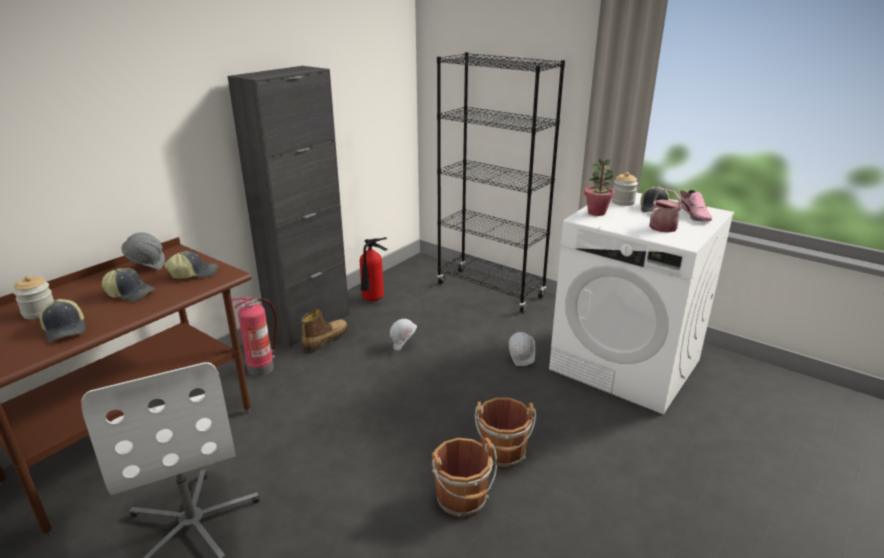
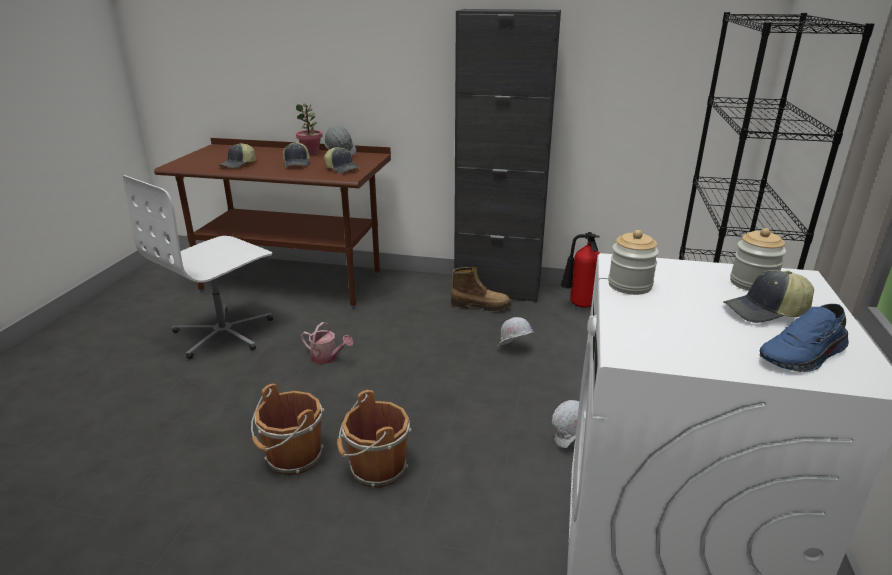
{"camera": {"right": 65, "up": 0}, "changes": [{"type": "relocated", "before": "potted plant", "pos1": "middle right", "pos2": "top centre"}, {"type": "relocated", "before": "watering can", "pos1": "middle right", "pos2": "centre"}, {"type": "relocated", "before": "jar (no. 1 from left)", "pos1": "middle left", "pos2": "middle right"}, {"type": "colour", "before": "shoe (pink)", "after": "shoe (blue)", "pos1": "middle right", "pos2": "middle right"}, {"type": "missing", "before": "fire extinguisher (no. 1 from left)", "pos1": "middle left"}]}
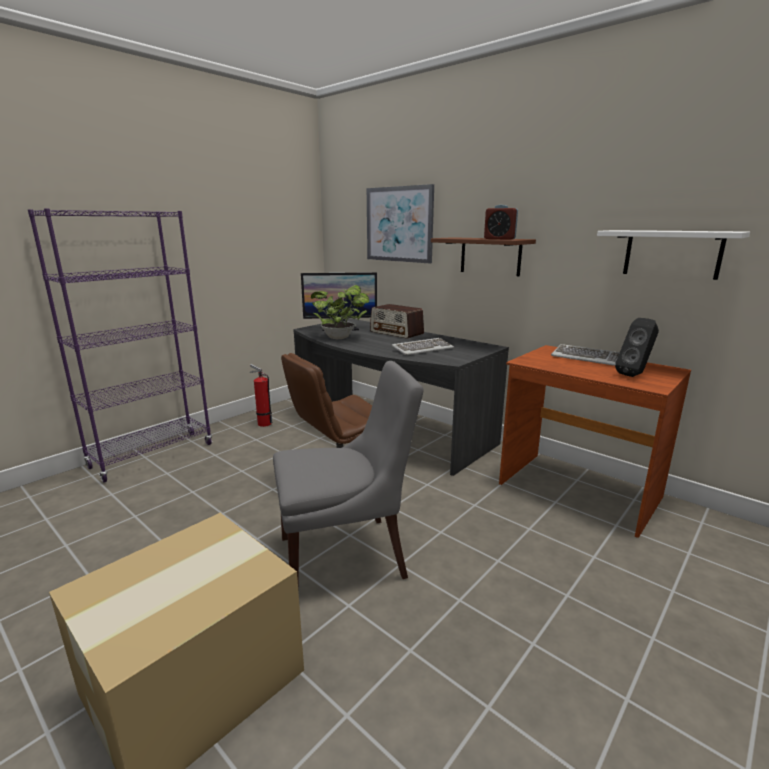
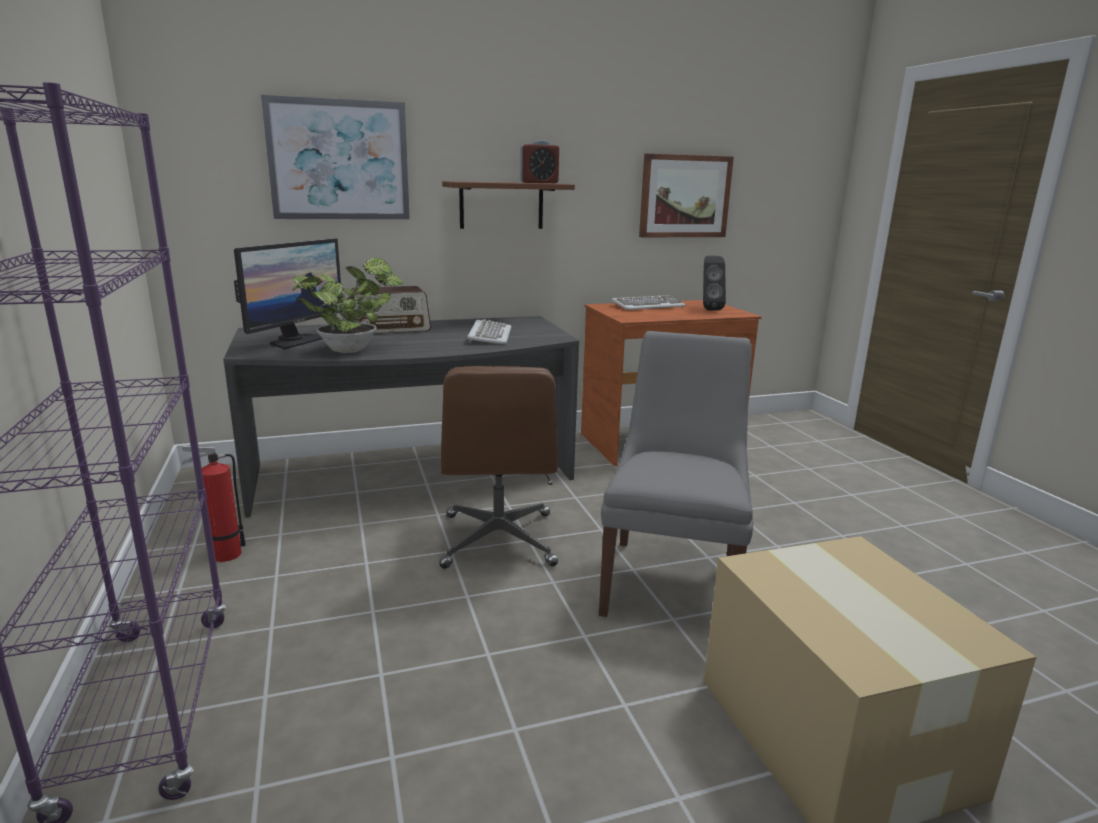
{"camera": {"right": -60, "up": 0}, "changes": [{"type": "exchanged", "before": "shelf (white)", "after": "picture (no. 2 from left)", "pos1": "top right", "pos2": "top centre"}]}
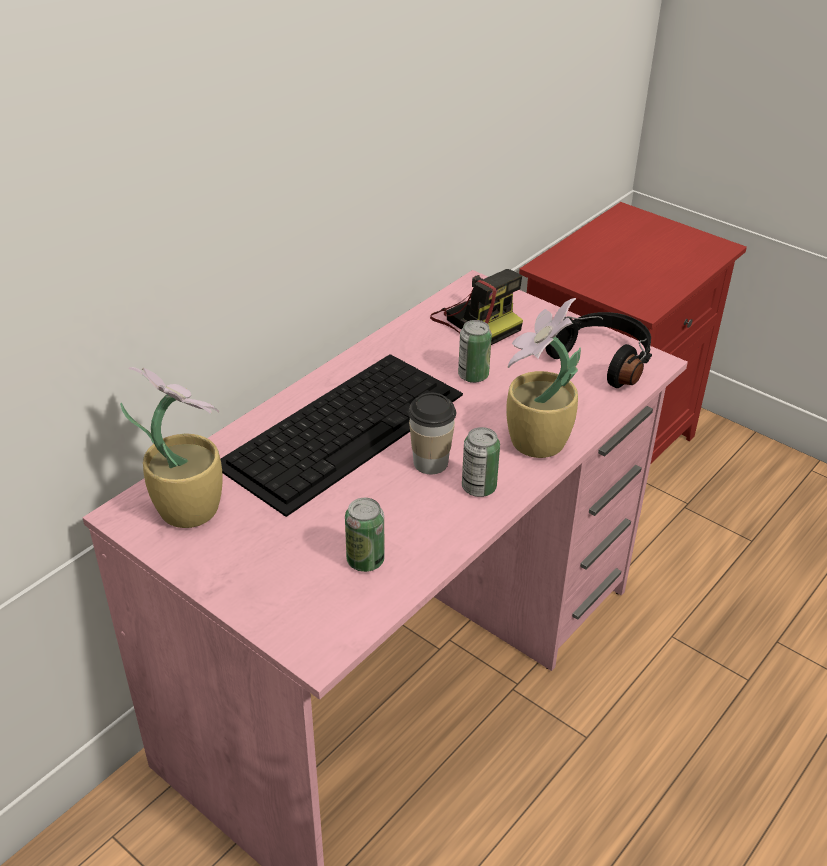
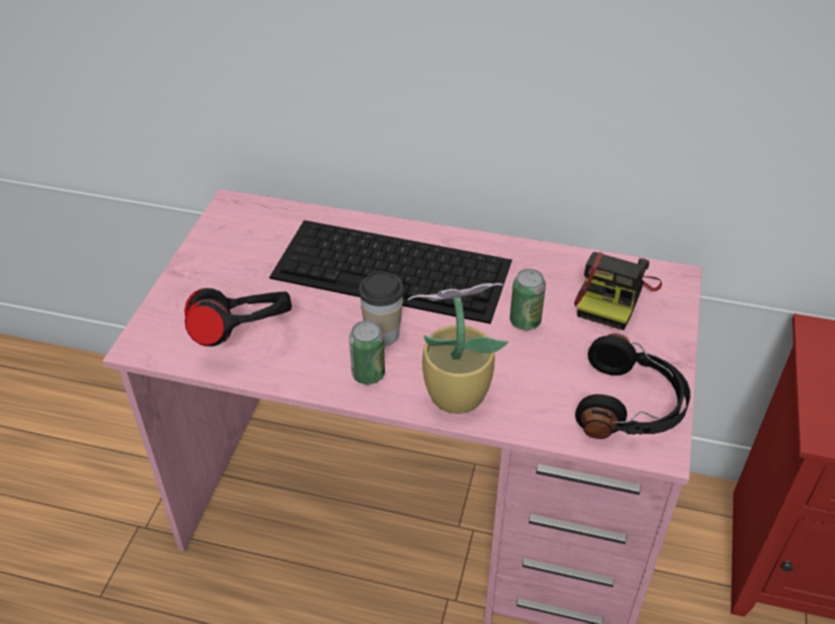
{"camera": {"right": 65, "up": 5}, "changes": [{"type": "exchanged", "before": "can (no. 1 from left)", "after": "headphones (black) (no. 1 from left)", "pos1": "centre", "pos2": "middle left"}, {"type": "missing", "before": "potted plant (no. 1 from left)", "pos1": "middle left"}]}
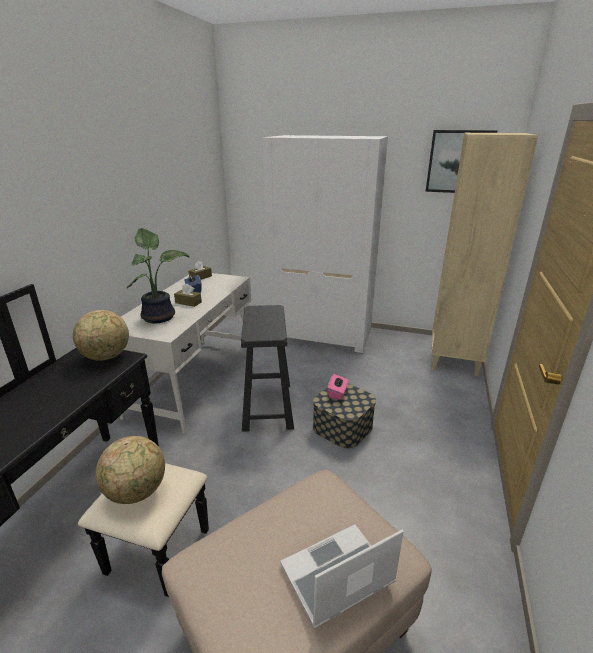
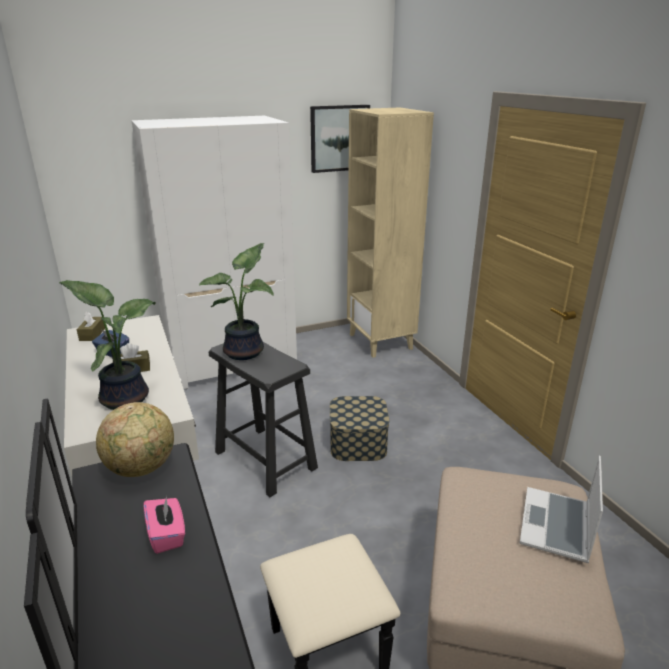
{"camera": {"right": -40, "up": 0}, "changes": [{"type": "relocated", "before": "tissue box (pink)", "pos1": "centre", "pos2": "bottom left"}, {"type": "appeared", "after": "potted plant (no. 2 from left)", "pos2": "centre"}, {"type": "missing", "before": "globe (no. 2 from left)", "pos1": "bottom left"}]}
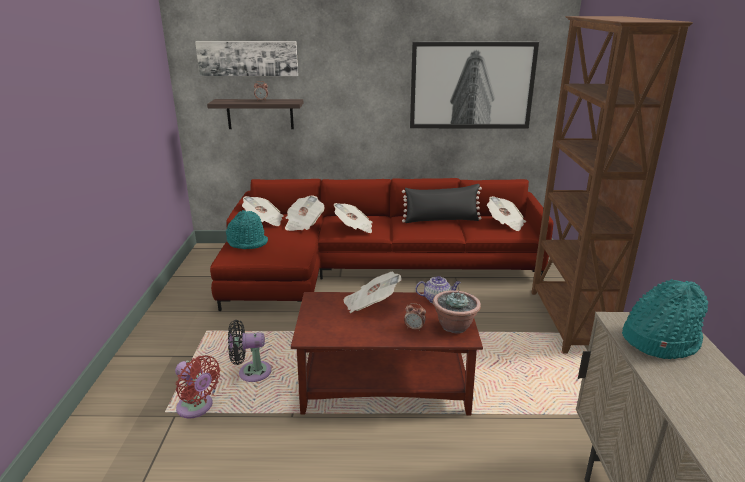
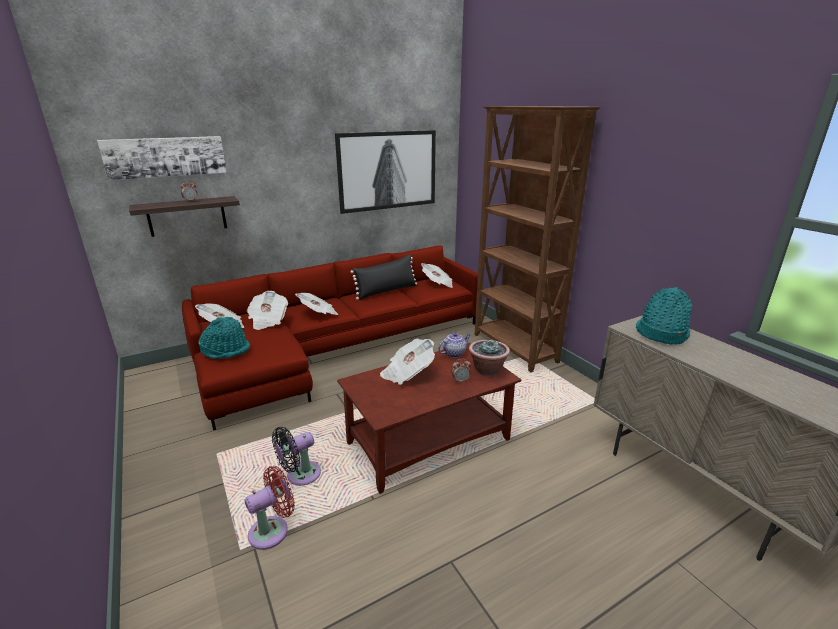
{"camera": {"right": -30, "up": 0}, "changes": [{"type": "spun", "before": "fan (red)", "pos1": "bottom left", "pos2": "bottom left", "turn": -45}]}
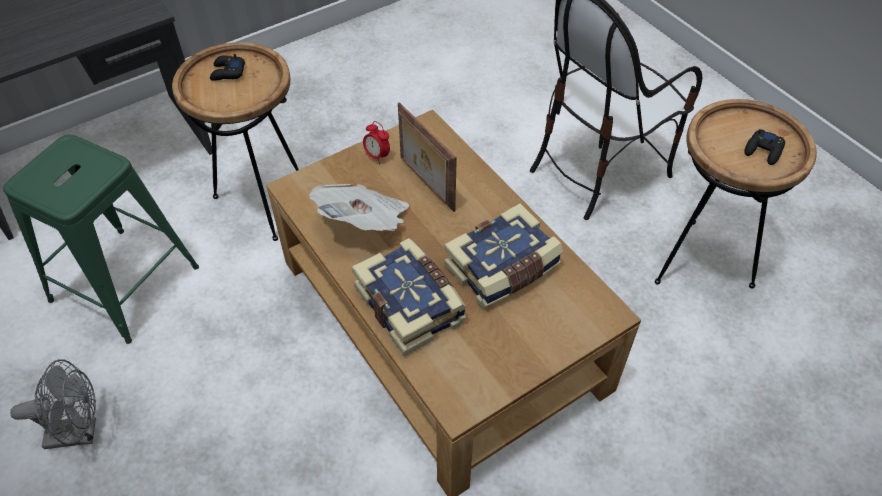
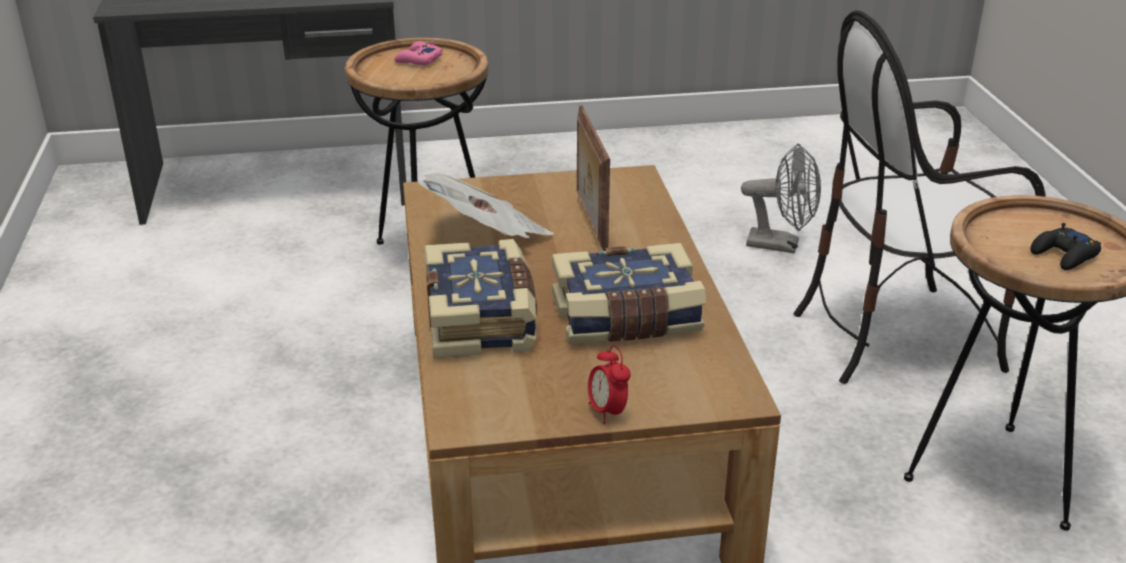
{"camera": {"right": 25, "up": -20}, "changes": [{"type": "colour", "before": "game controller (black) (no. 1 from left)", "after": "game controller (pink)", "pos1": "top left", "pos2": "top centre"}, {"type": "relocated", "before": "alarm clock", "pos1": "top centre", "pos2": "bottom centre"}, {"type": "relocated", "before": "fan (grey)", "pos1": "bottom left", "pos2": "middle right"}, {"type": "missing", "before": "stool (green)", "pos1": "middle left"}]}
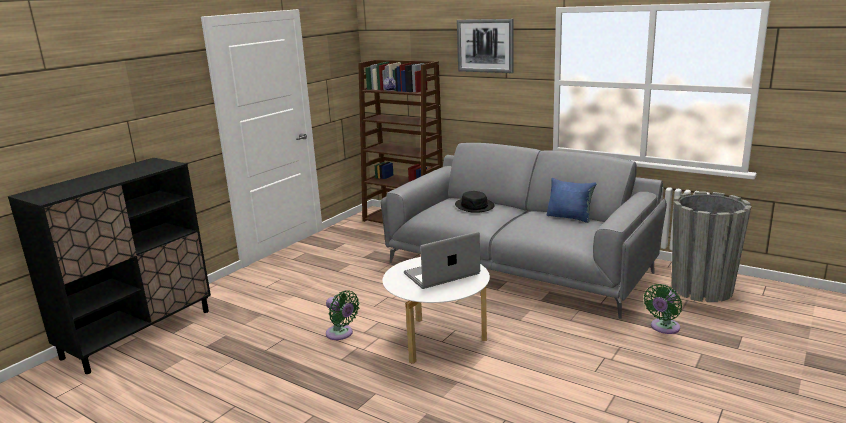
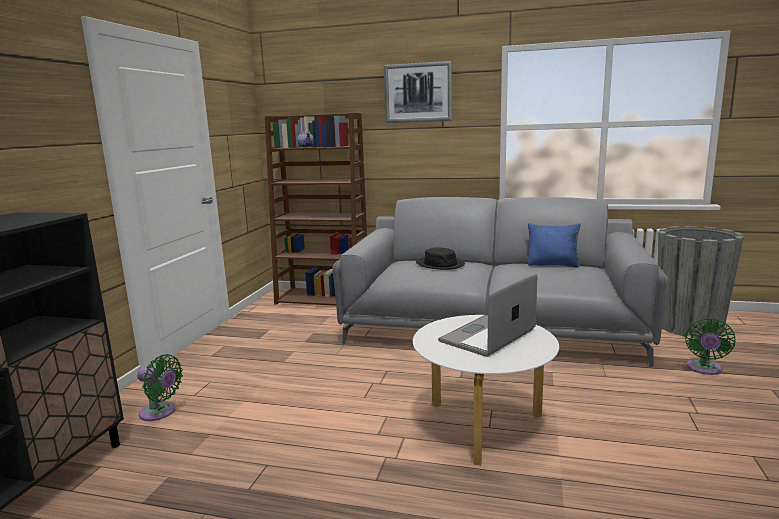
{"camera": {"right": -20, "up": -5}, "changes": [{"type": "relocated", "before": "fan (green) (no. 1 from left)", "pos1": "bottom centre", "pos2": "bottom left"}]}
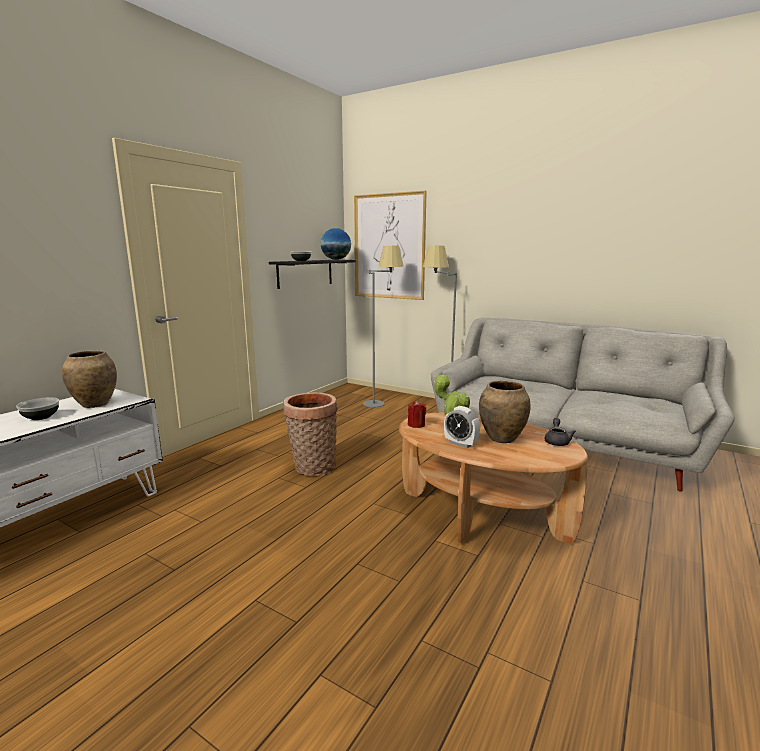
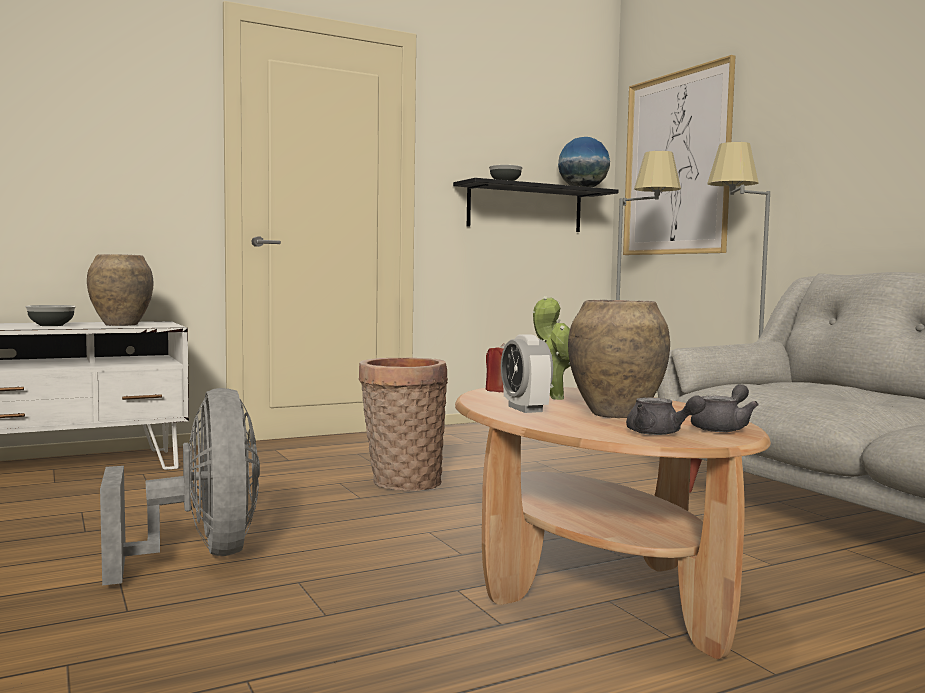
{"camera": {"right": 30, "up": -10}, "changes": [{"type": "appeared", "after": "fan (grey)", "pos2": "bottom left"}, {"type": "appeared", "after": "teapot (grey) (no. 1 from left)", "pos2": "middle right"}]}
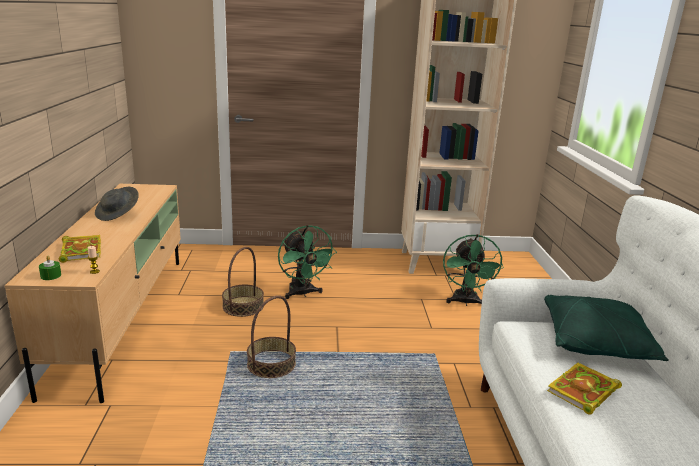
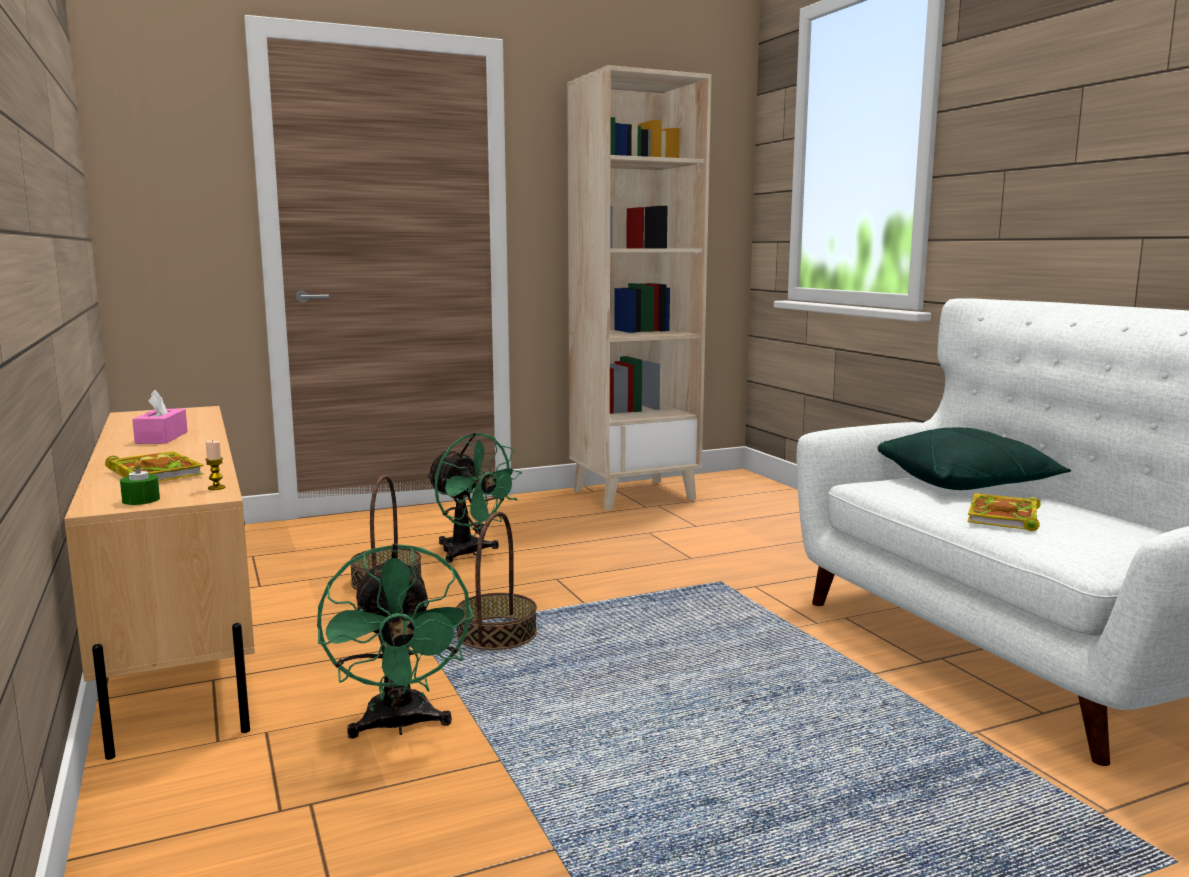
{"camera": {"right": -20, "up": -10}, "changes": [{"type": "exchanged", "before": "hat (grey)", "after": "tissue box (pink)", "pos1": "middle left", "pos2": "middle left"}, {"type": "relocated", "before": "fan (green) (no. 2 from left in the first image)", "after": "fan (green) (no. 1 from left)", "pos1": "middle right", "pos2": "bottom left"}]}
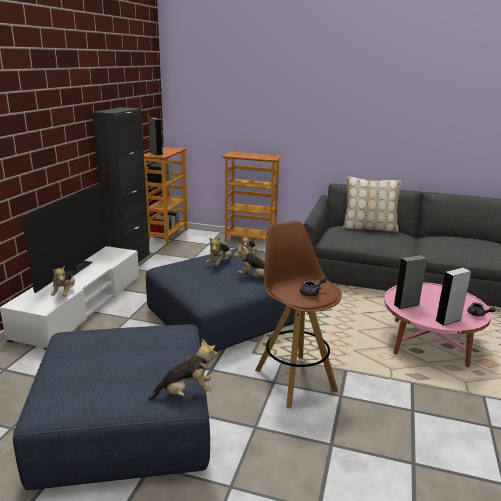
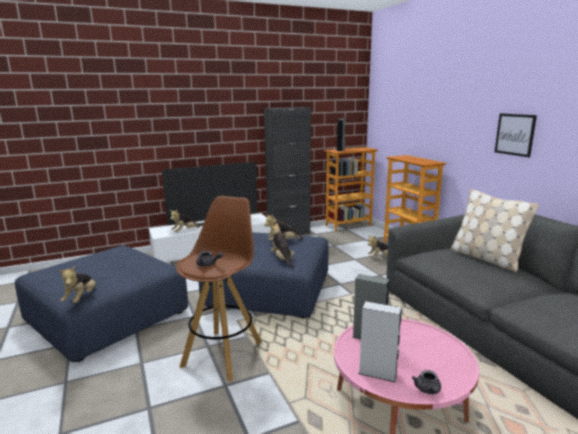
{"camera": {"right": 50, "up": -5}, "changes": [{"type": "spun", "before": "plush toy (no. 2 from left in the first image)", "pos1": "bottom centre", "pos2": "middle left", "turn": 60}, {"type": "appeared", "after": "picture", "pos2": "top right"}]}
